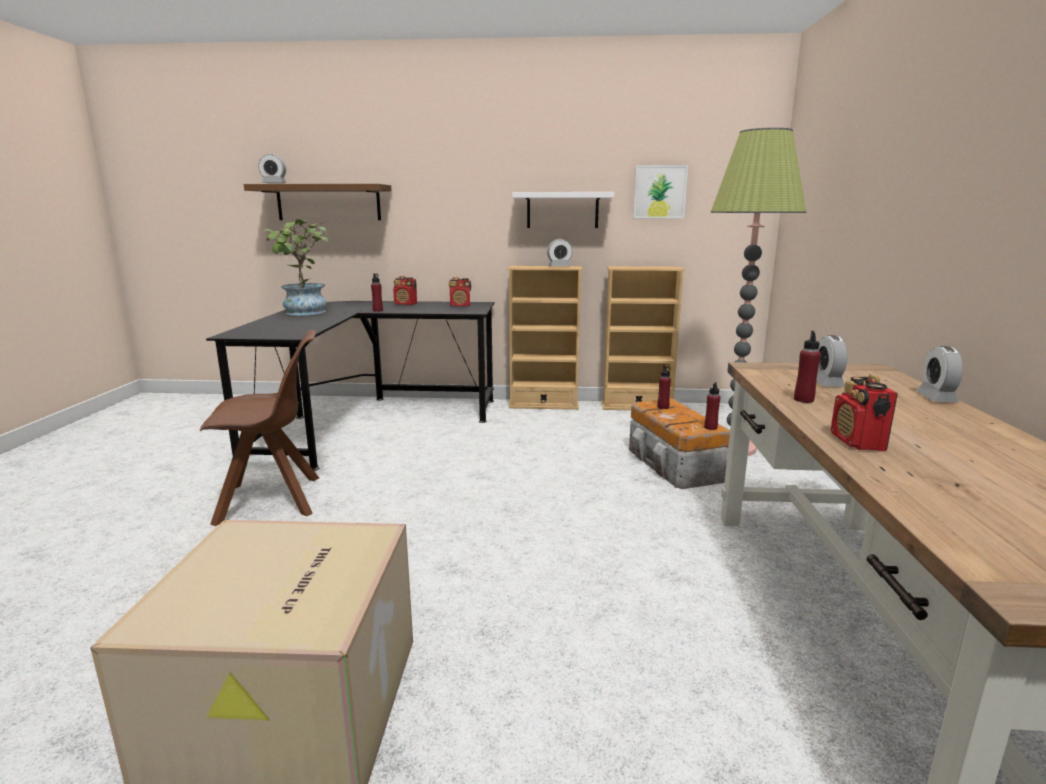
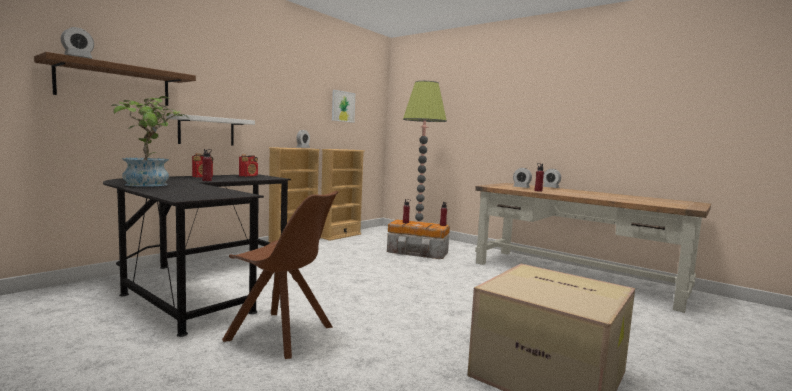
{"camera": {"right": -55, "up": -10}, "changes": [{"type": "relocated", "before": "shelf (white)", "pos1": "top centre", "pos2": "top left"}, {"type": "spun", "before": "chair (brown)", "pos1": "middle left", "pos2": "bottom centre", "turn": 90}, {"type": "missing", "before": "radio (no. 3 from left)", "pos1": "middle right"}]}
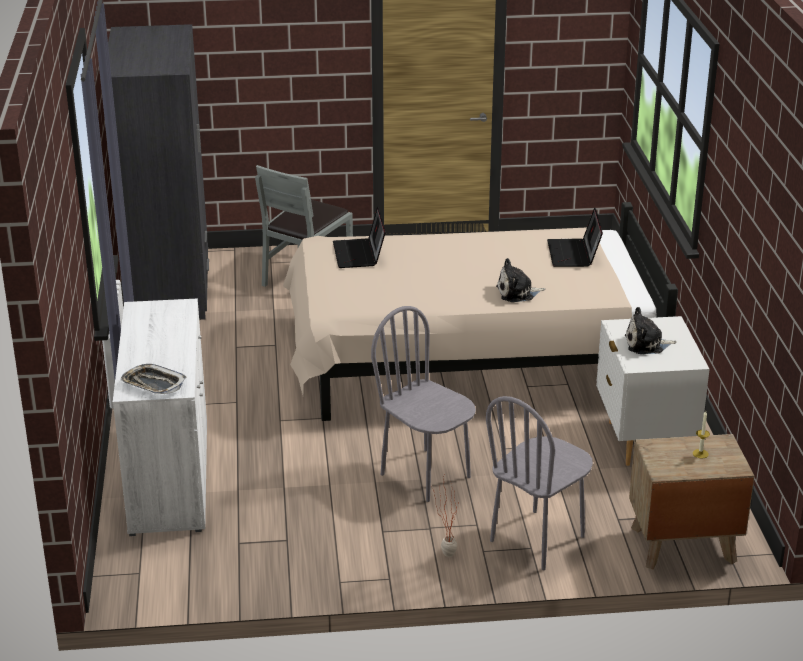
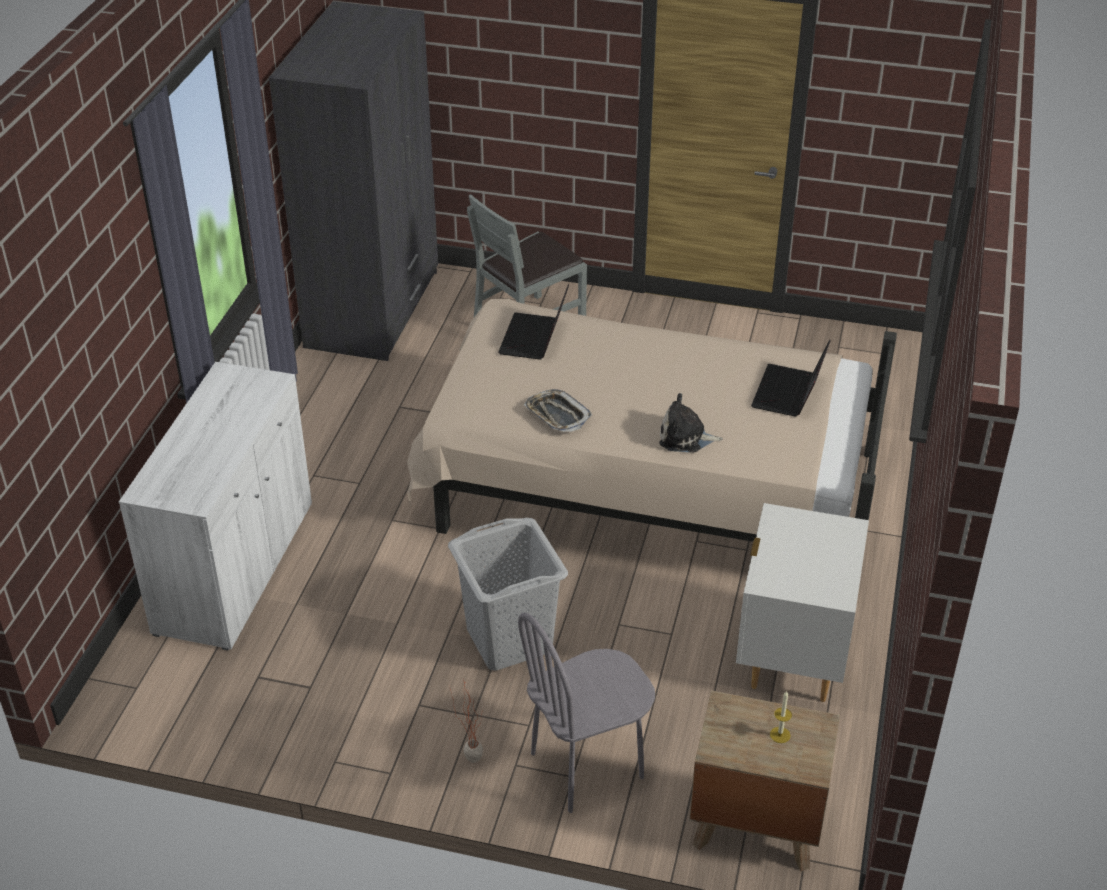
{"camera": {"right": 20, "up": 10}, "changes": [{"type": "exchanged", "before": "chair (grey) (no. 2 from left)", "after": "laundry basket (grey)", "pos1": "centre", "pos2": "bottom centre"}, {"type": "relocated", "before": "tray", "pos1": "middle left", "pos2": "centre"}, {"type": "missing", "before": "plush toy (no. 2 from left)", "pos1": "middle right"}]}
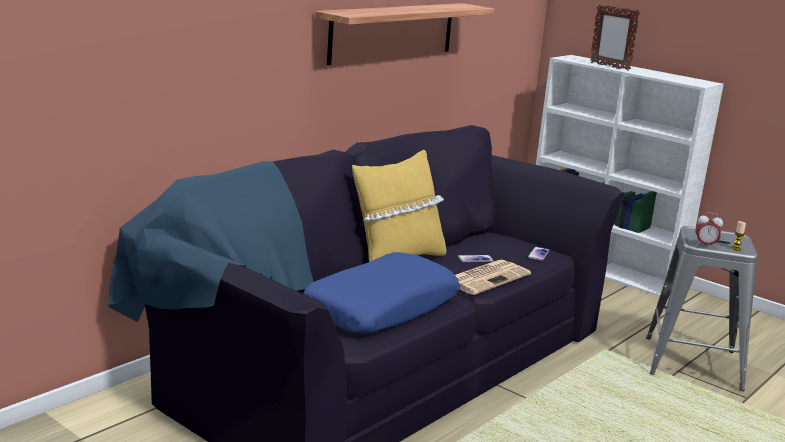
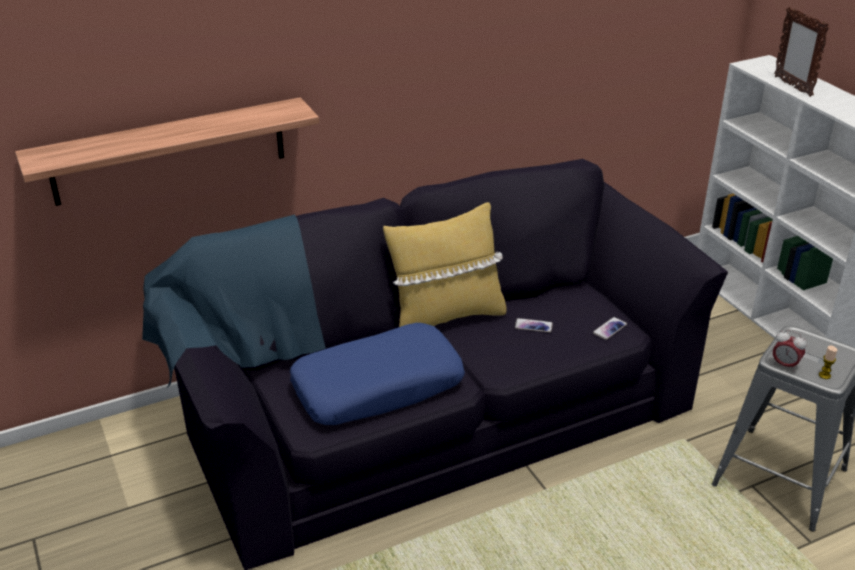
{"camera": {"right": 25, "up": 15}, "changes": [{"type": "relocated", "before": "shelf", "pos1": "top centre", "pos2": "top left"}, {"type": "missing", "before": "newspaper", "pos1": "centre"}]}
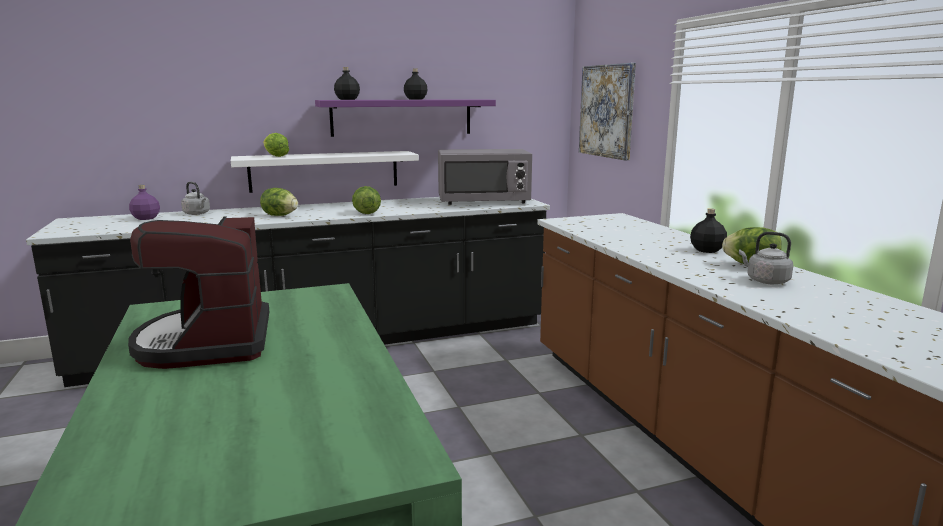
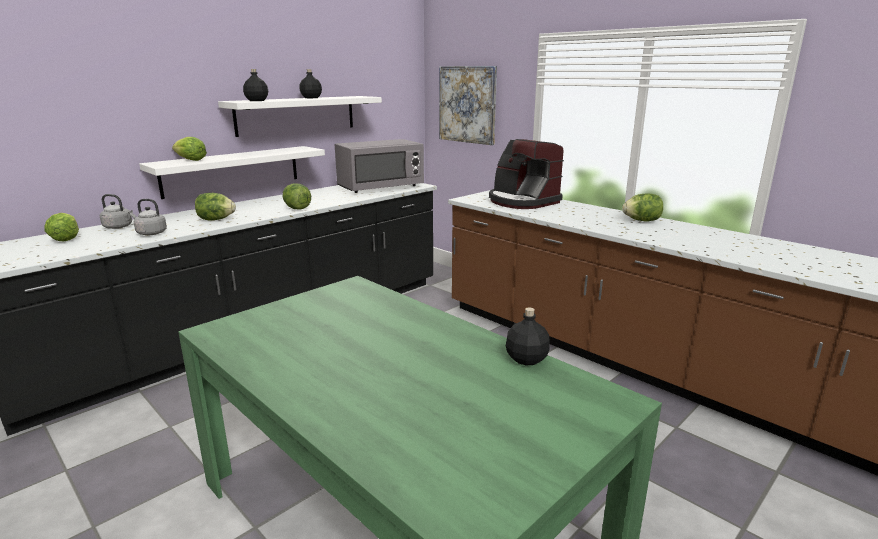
{"camera": {"right": -25, "up": 5}, "changes": [{"type": "exchanged", "before": "bottle (purple)", "after": "lettuce (no. 1 from left)", "pos1": "middle left", "pos2": "middle left"}, {"type": "relocated", "before": "kettle (grey) (no. 2 from left)", "pos1": "middle right", "pos2": "middle left"}, {"type": "colour", "before": "shelf (purple)", "after": "shelf (white) (no. 2 from left)", "pos1": "top centre", "pos2": "top centre"}, {"type": "relocated", "before": "coffee machine", "pos1": "middle left", "pos2": "top centre"}, {"type": "relocated", "before": "bottle (black) (no. 3 from left)", "pos1": "middle right", "pos2": "centre"}]}
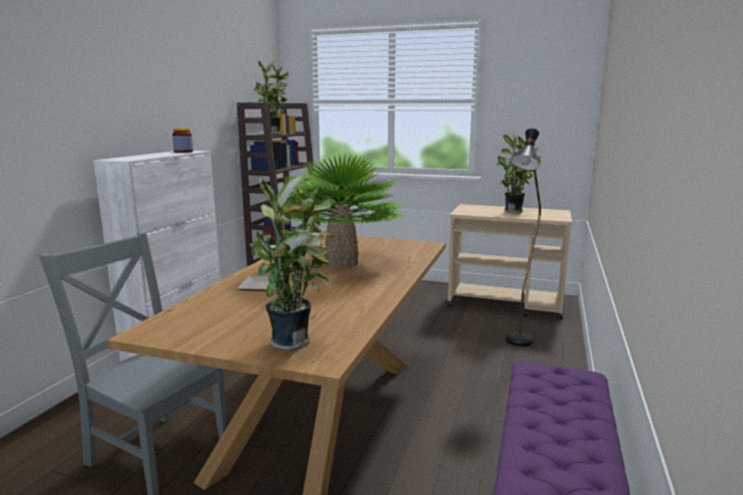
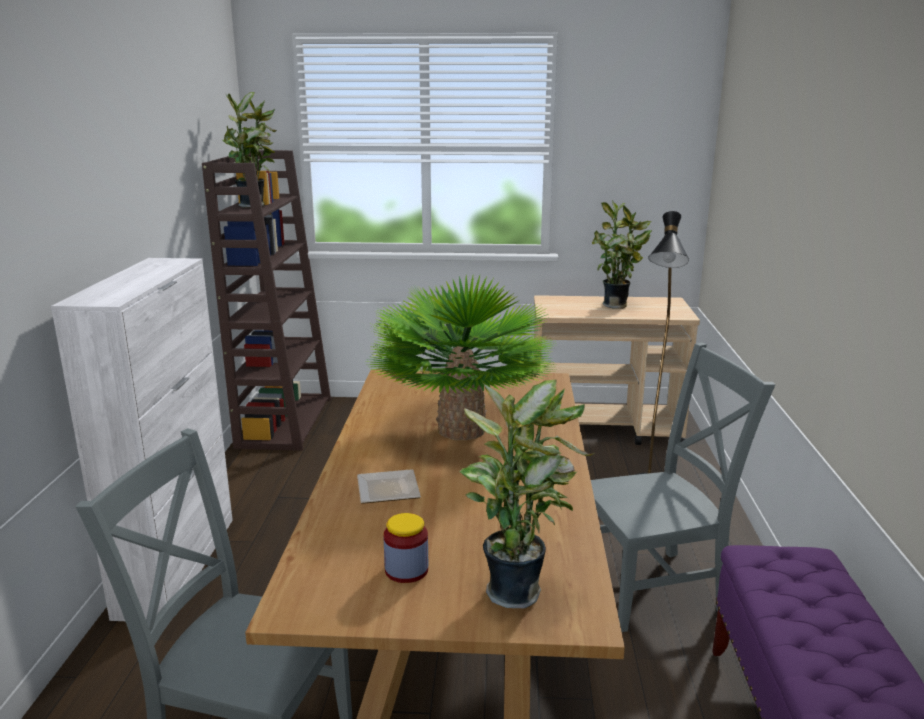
{"camera": {"right": -15, "up": 5}, "changes": [{"type": "relocated", "before": "jar", "pos1": "top left", "pos2": "bottom centre"}, {"type": "appeared", "after": "chair (grey) (no. 2 from left)", "pos2": "bottom right"}]}
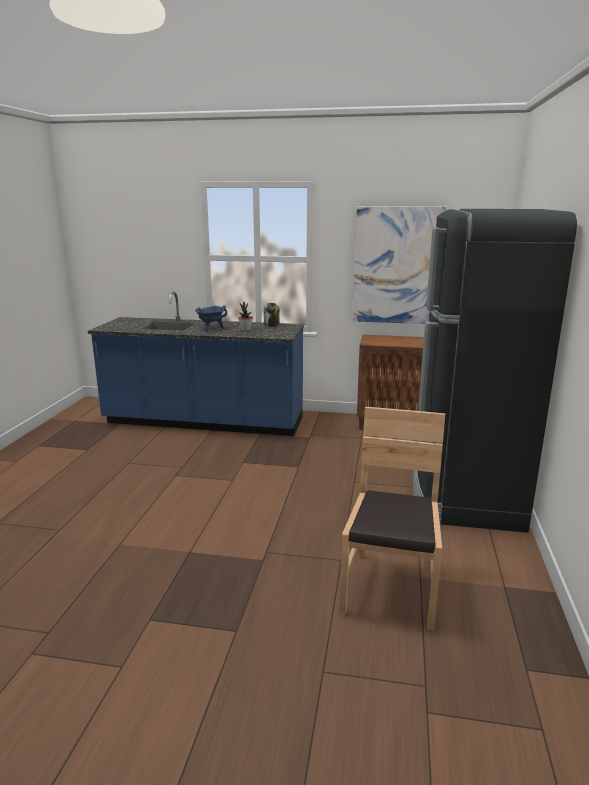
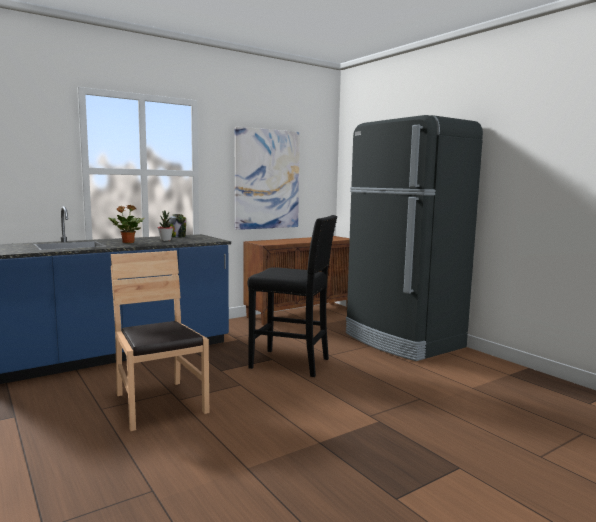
{"camera": {"right": -45, "up": -10}, "changes": [{"type": "exchanged", "before": "cooking pot (blue)", "after": "potted plant (no. 1 from left)", "pos1": "centre", "pos2": "middle left"}, {"type": "relocated", "before": "chair (brown)", "pos1": "centre", "pos2": "middle left"}, {"type": "appeared", "after": "stool (black)", "pos2": "centre"}]}
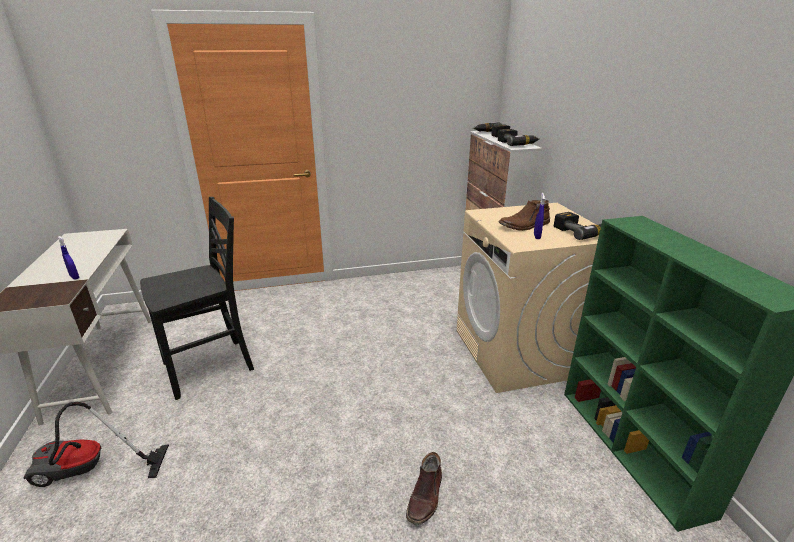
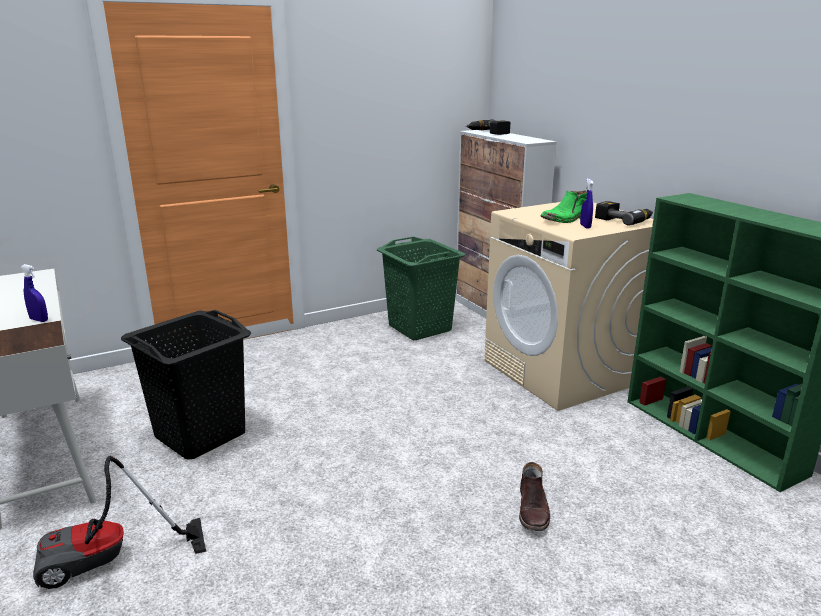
{"camera": {"right": -15, "up": -5}, "changes": [{"type": "exchanged", "before": "chair (black)", "after": "laundry basket (black)", "pos1": "middle left", "pos2": "middle left"}, {"type": "appeared", "after": "laundry basket (green)", "pos2": "centre"}, {"type": "colour", "before": "boot (brown) (no. 2 from left)", "after": "boot (green)", "pos1": "centre", "pos2": "middle right"}, {"type": "missing", "before": "power drill (no. 2 from left)", "pos1": "top centre"}]}
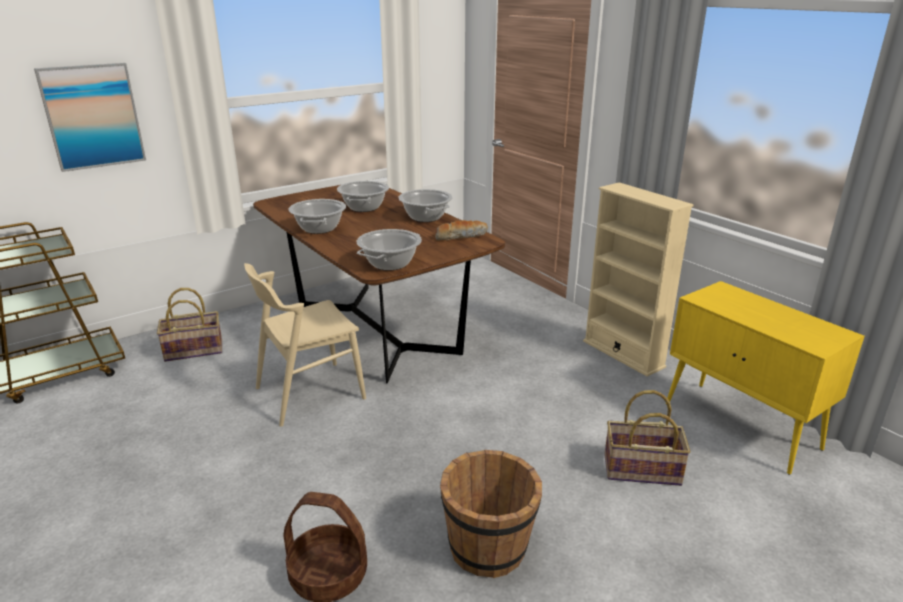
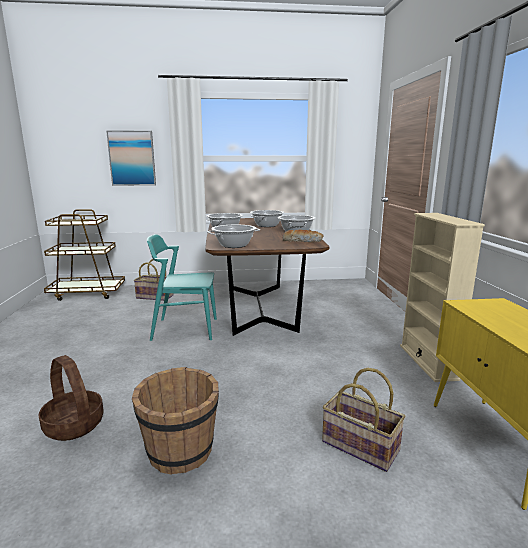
{"camera": {"right": 30, "up": -10}, "changes": [{"type": "colour", "before": "chair (beige)", "after": "chair (turquoise)", "pos1": "centre", "pos2": "centre"}]}
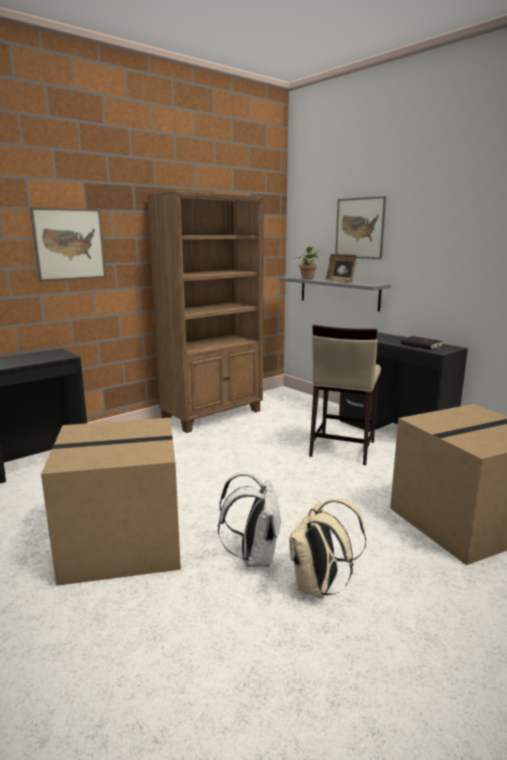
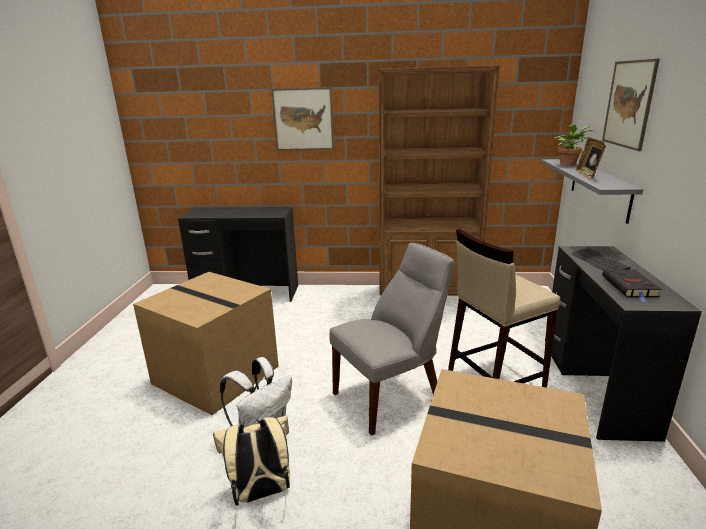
{"camera": {"right": 45, "up": 5}, "changes": [{"type": "appeared", "after": "chair (grey)", "pos2": "centre"}]}
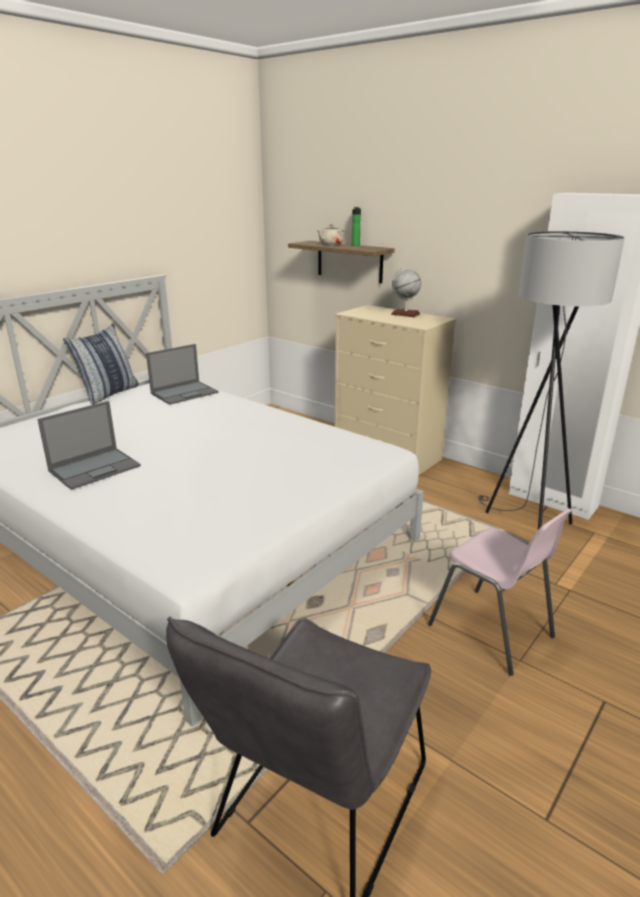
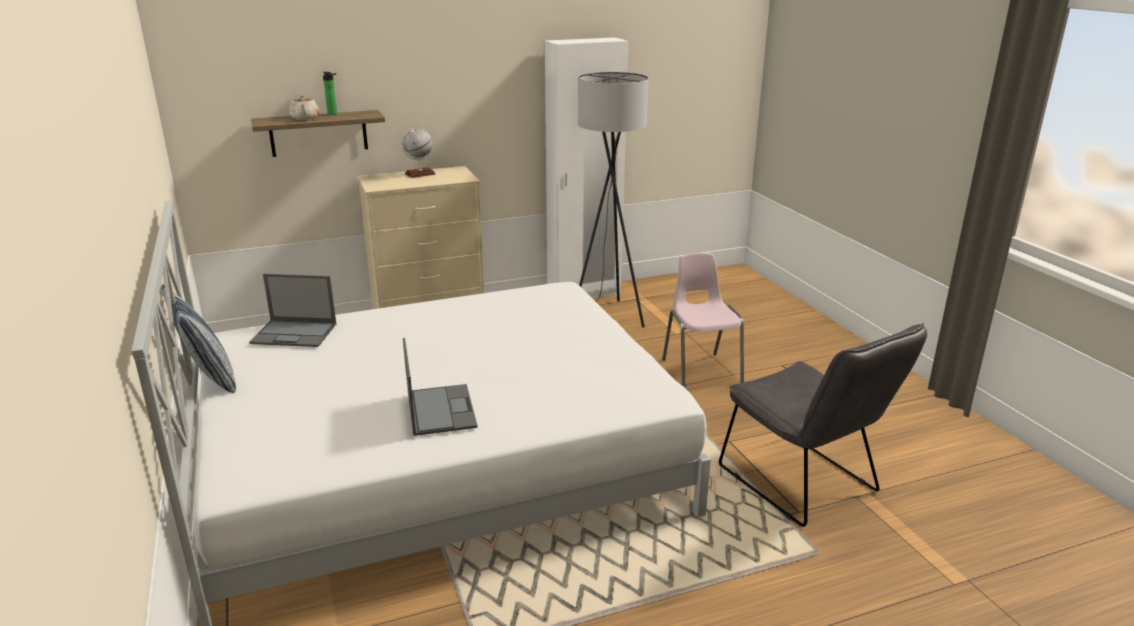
{"camera": {"right": -60, "up": 0}, "changes": [{"type": "spun", "before": "laptop (no. 2 from left in the first image)", "pos1": "middle left", "pos2": "middle left", "turn": 105}, {"type": "spun", "before": "chair (pink)", "pos1": "middle right", "pos2": "centre", "turn": -90}]}
